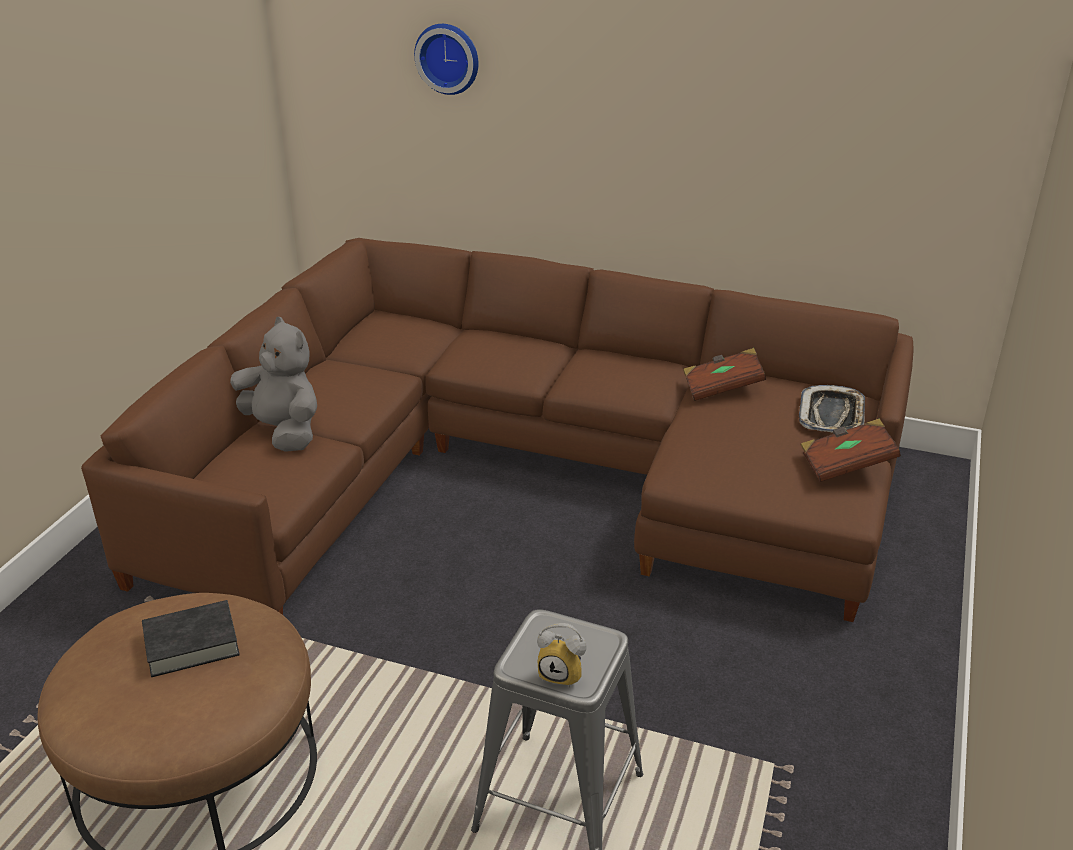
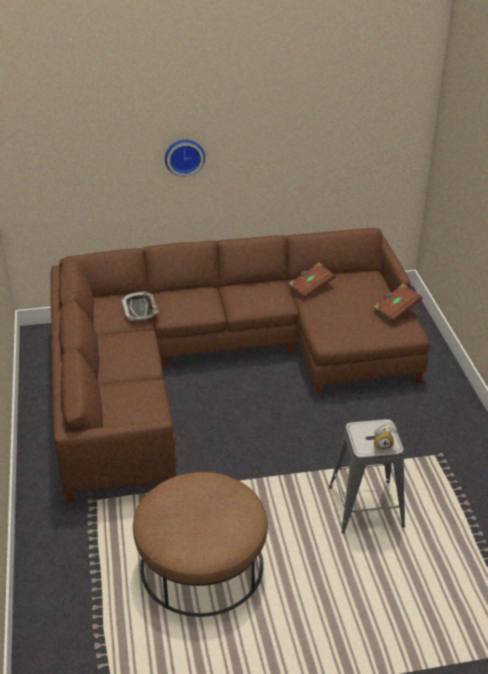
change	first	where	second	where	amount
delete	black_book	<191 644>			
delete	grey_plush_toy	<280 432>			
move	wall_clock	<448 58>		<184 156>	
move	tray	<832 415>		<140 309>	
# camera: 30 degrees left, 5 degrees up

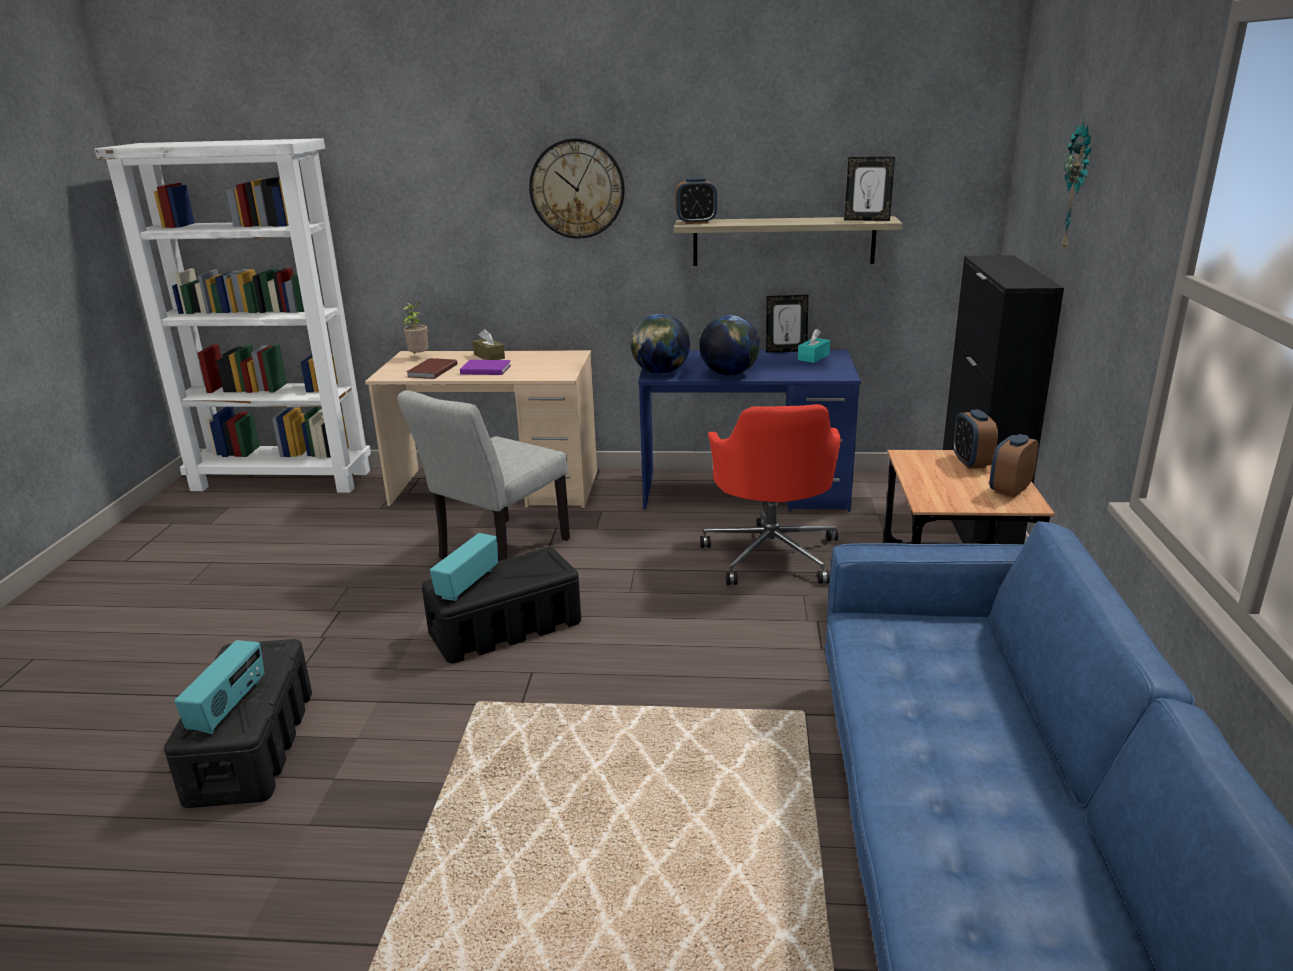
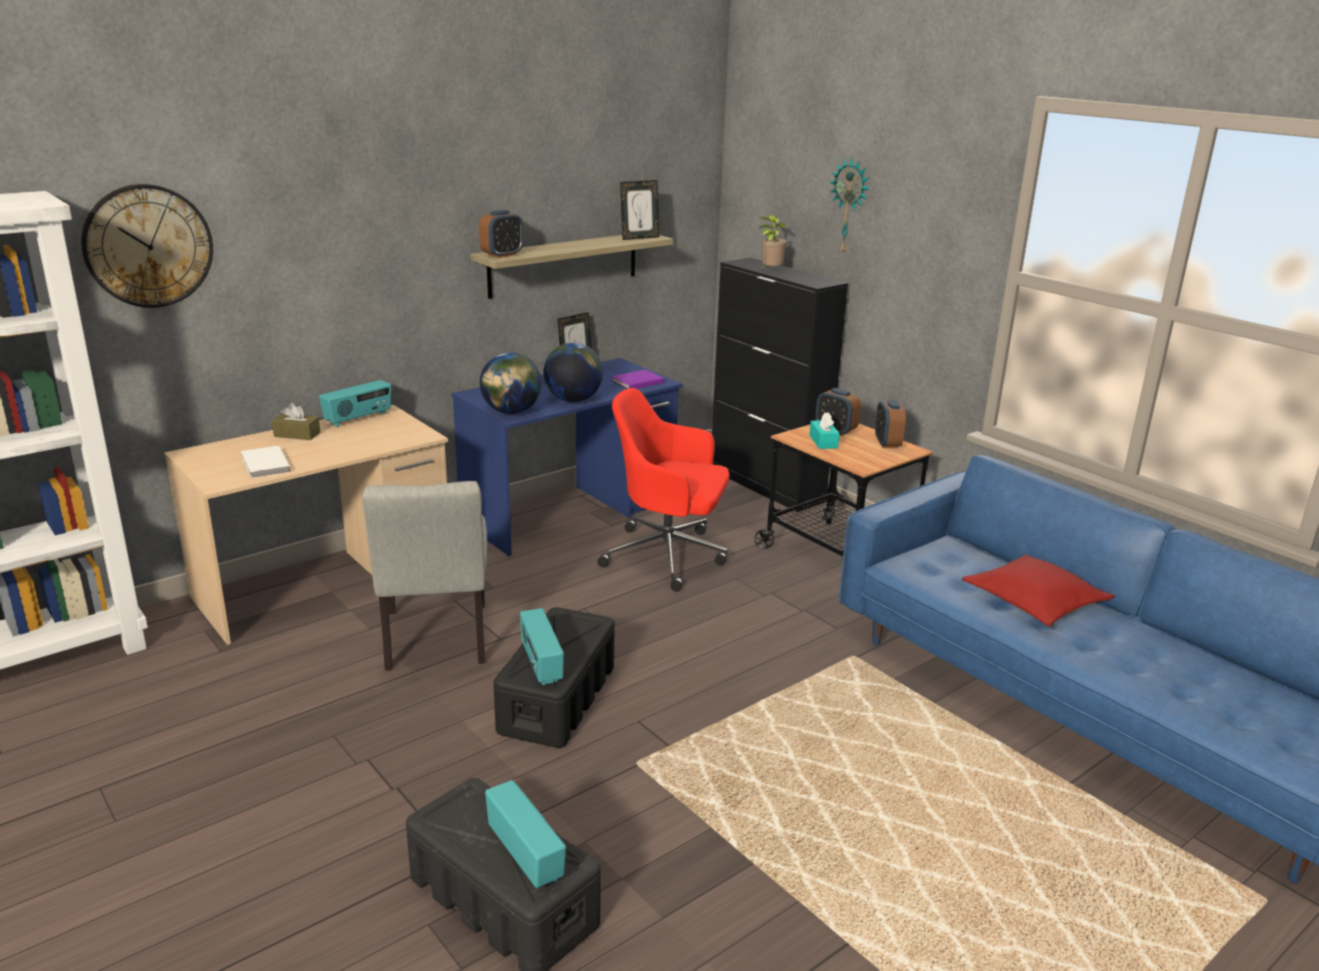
change	first	where	second	where	amount
move	potted_plant	<419 357>		<770 272>	
recolor	brown_book	<431 371>	white_book	<264 465>	
move	purple_book	<485 369>		<636 382>	
move	wall_clock	<577 189>		<148 246>	
rotate	red_office_chair	<771 554>		<668 556>	150 degrees clockwise
move	turquoise_tissue_box	<813 357>		<823 442>	
insert			radio	<358 419>	
insert			red_pillow	<1034 602>	
# camera: 45 degrees left, 0 degrees up

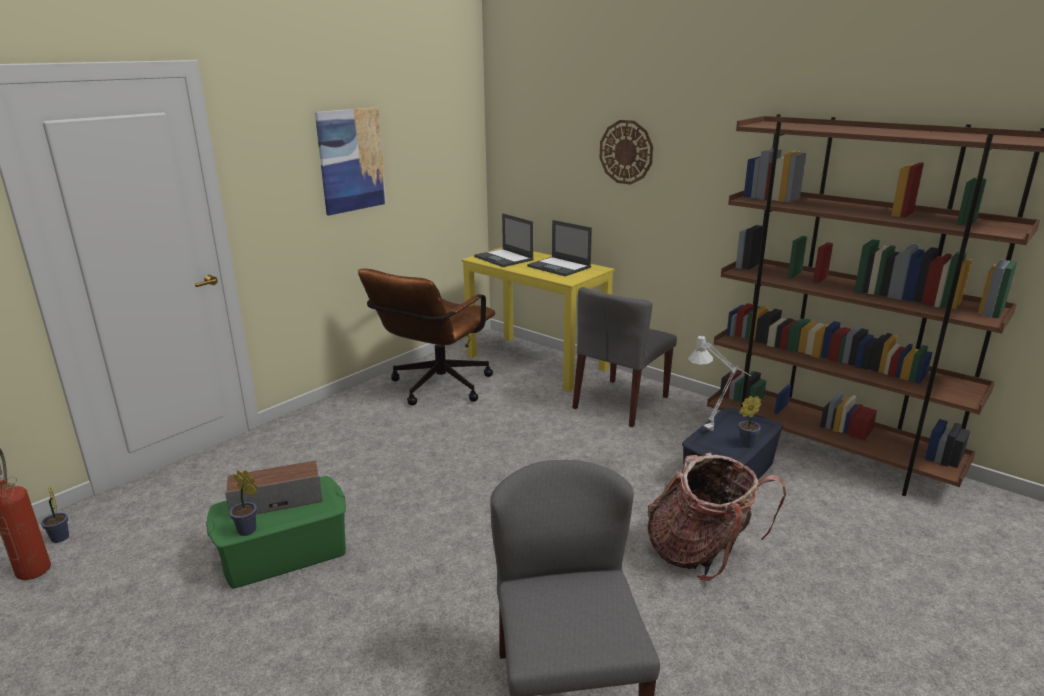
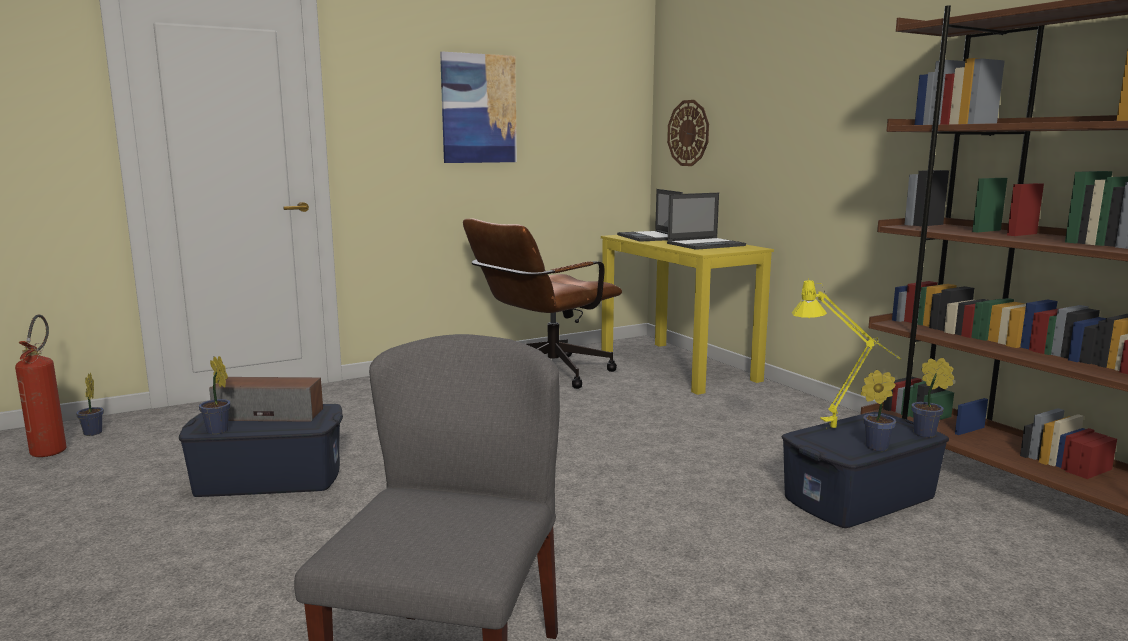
change	first	where	second	where	amount
recolor	green_storage_box	<284 552>	blue_storage_box	<269 478>	
rotate	laptop	<559 267>		<706 244>	90 degrees counterclockwise
delete	grey_chair	<621 403>			
move	wall_clock	<626 152>		<688 133>	
delete	backpack	<702 553>			
recolor	grey_table_lamp	<715 430>	yellow_table_lamp	<840 428>	
insert			potted_plant	<927 434>	
# camera: 20 degrees right, 10 degrees down

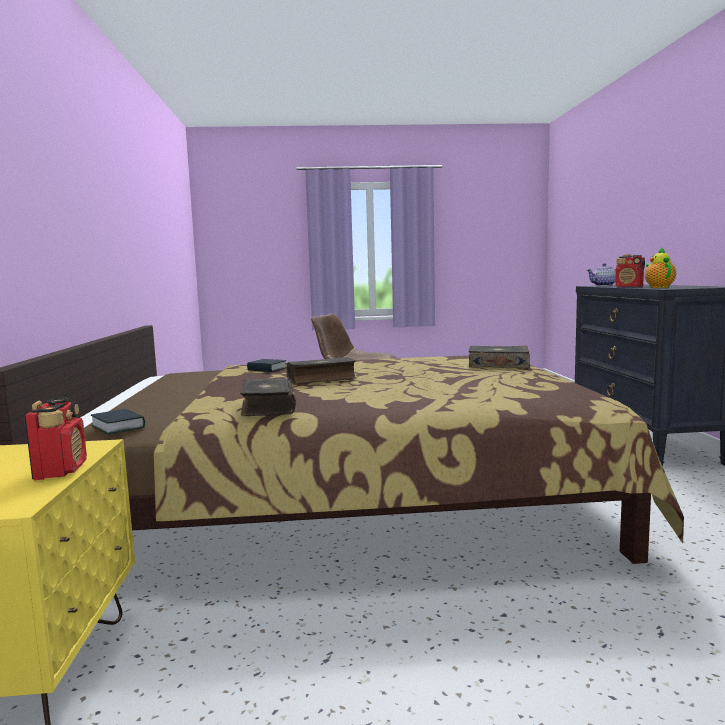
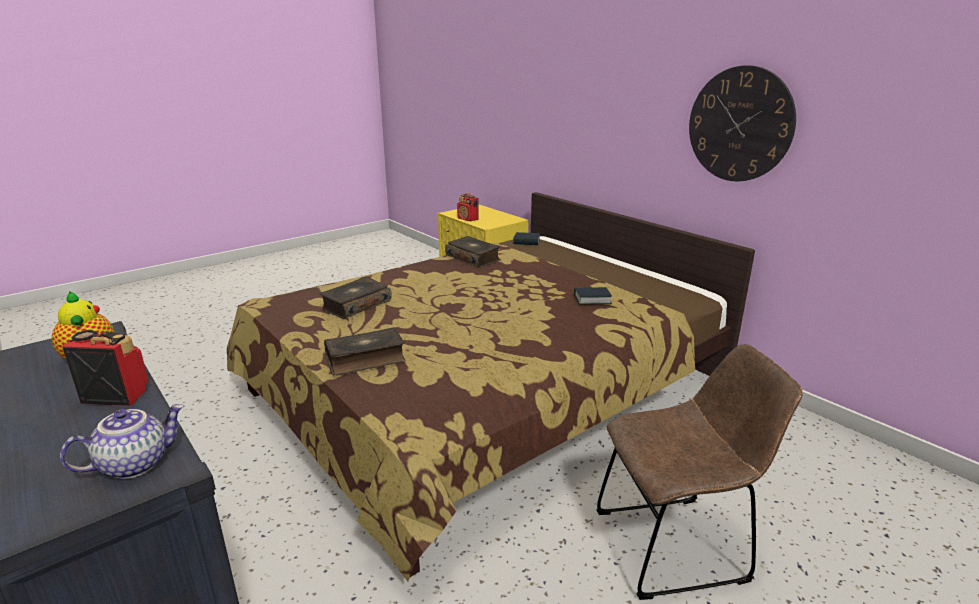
change	first	where	second	where	amount
move	book	<321 379>		<356 305>	
insert			wall_clock	<739 124>	
# camera: 145 degrees right, 15 degrees up

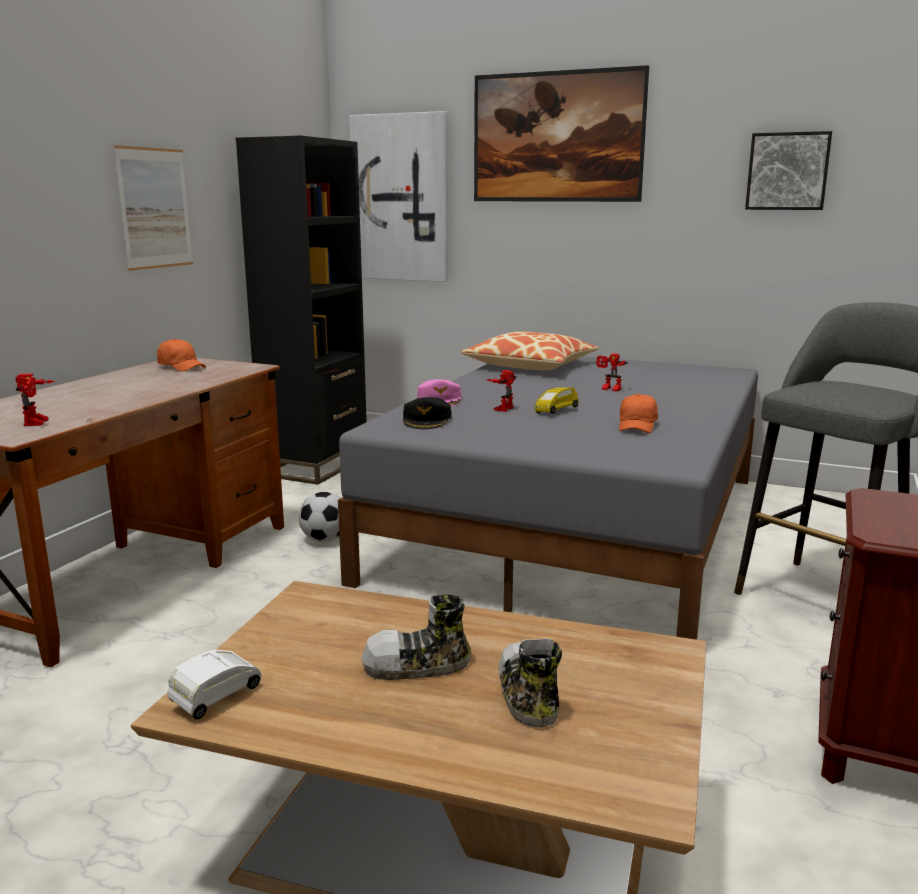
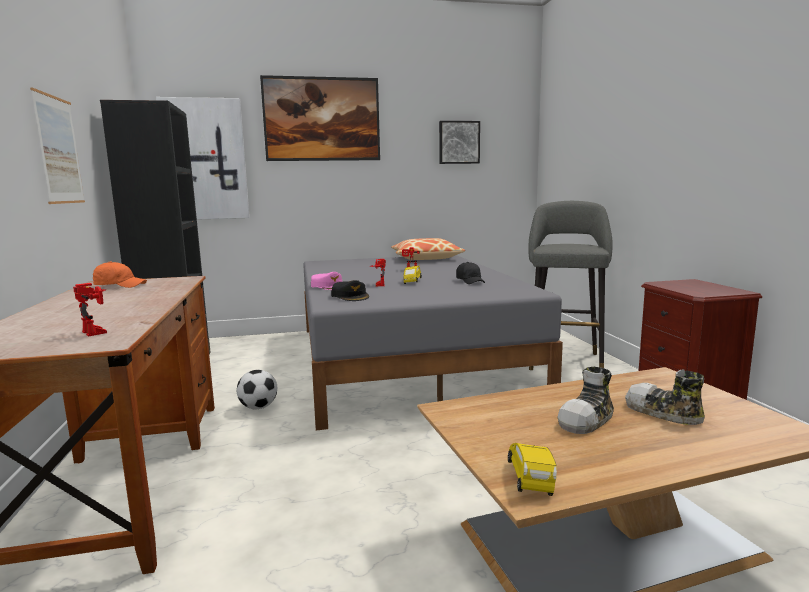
change	first	where	second	where	amount
recolor	white_toy_car	<217 698>	yellow_toy_car	<531 480>	
move	pillow	<530 366>		<426 258>	
recolor	orange_cap	<637 426>	black_cap	<470 281>	
# camera: 35 degrees left, 5 degrees down

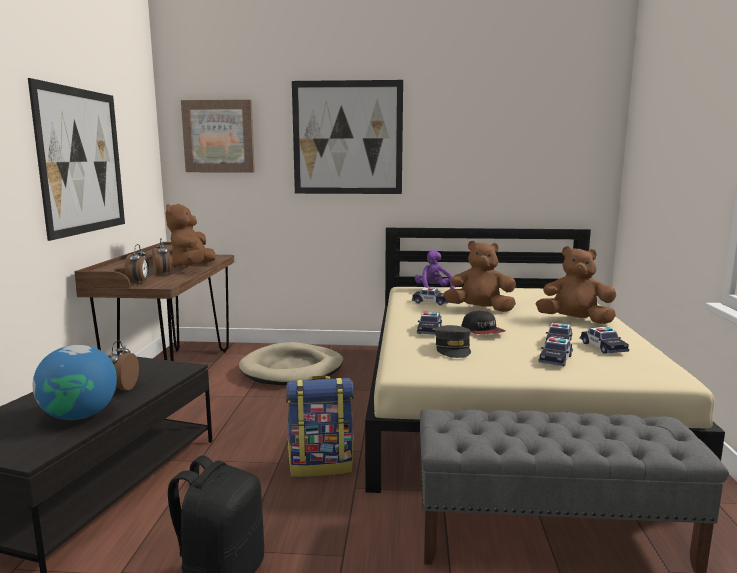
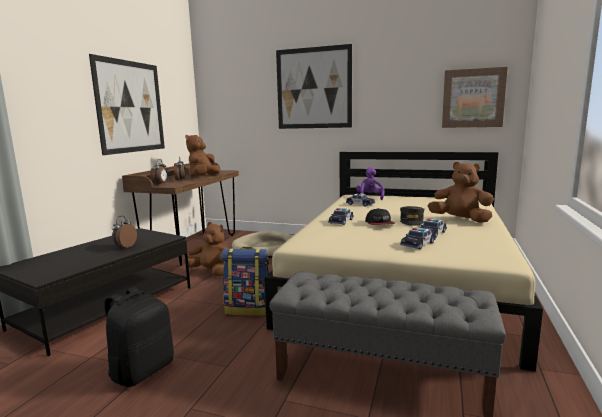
change	first	where	second	where	amount
delete	globe	<80 415>			
move	picture	<219 136>		<473 98>	
move	grey_cap	<453 349>		<412 221>	
move	brown_plush_toy	<480 309>		<211 272>	
delete	toy_car	<603 347>			
# camera: 15 degrees right, 0 degrees up

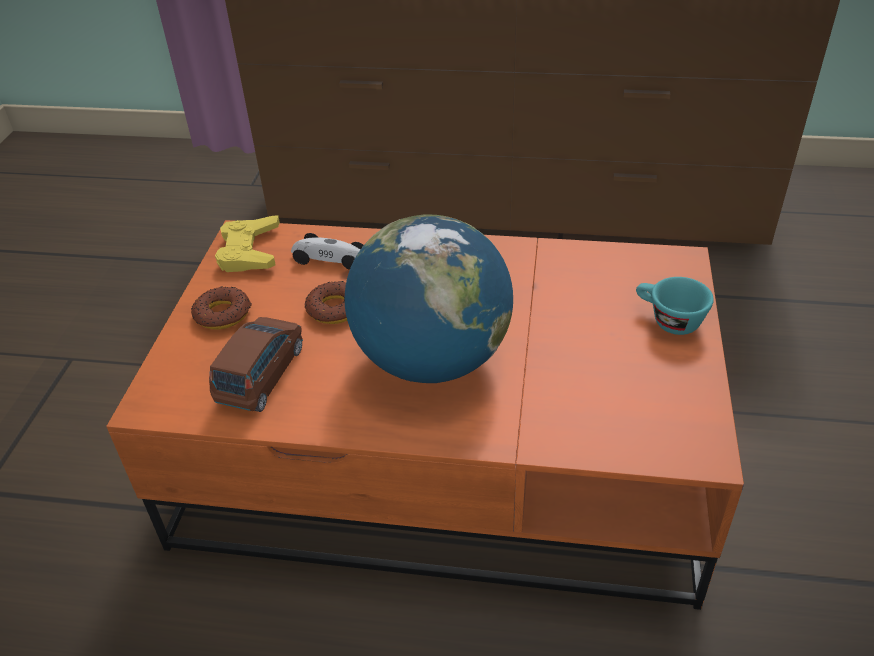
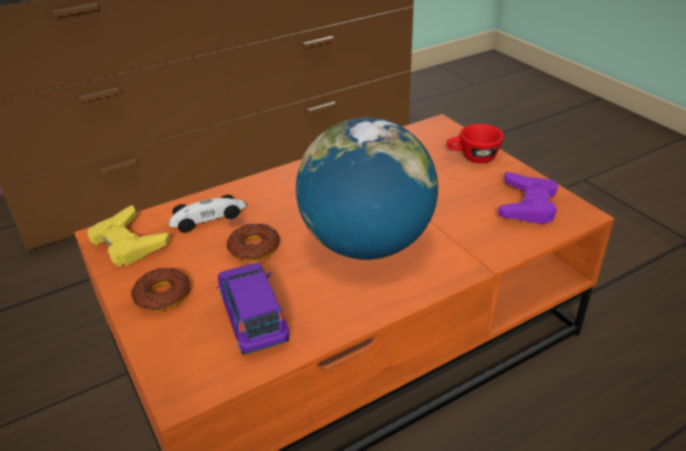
change	first	where	second	where	amount
recolor	brown_toy_car	<261 374>	purple_toy_car	<253 317>	
recolor	turquoise_cup	<668 320>	red_cup	<472 158>	
insert			purple_game_controller	<527 204>	
# camera: 40 degrees left, 5 degrees down

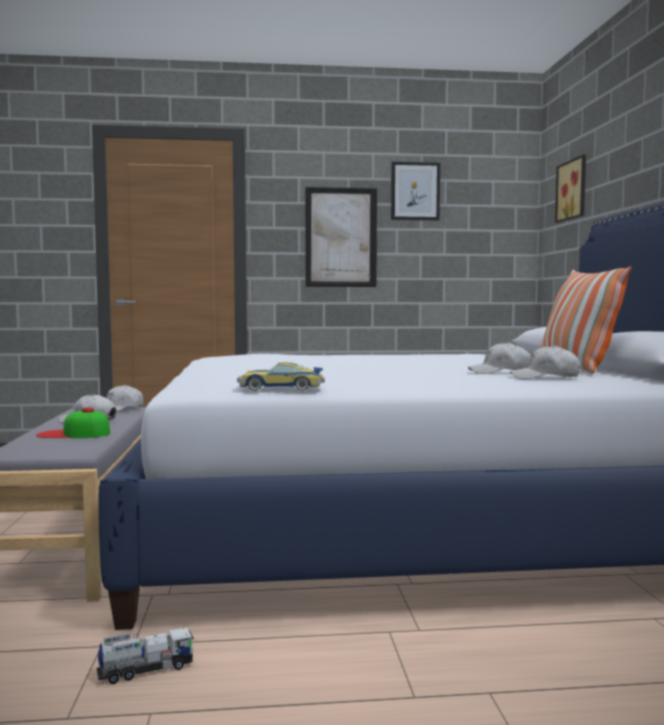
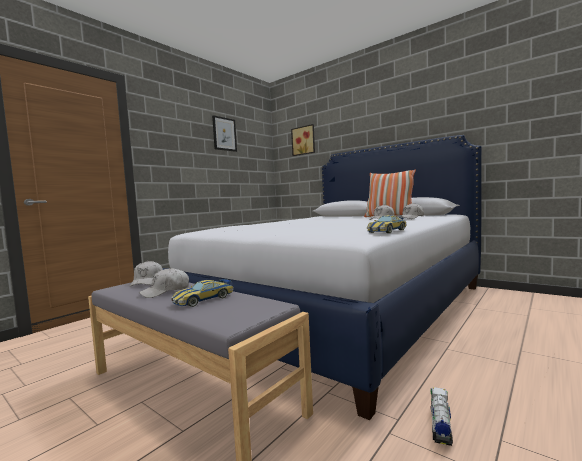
change	first	where	second	where	amount
replace	cap	<73 434>	toy_car	<204 299>	
delete	picture	<341 237>			
# camera: 45 degrees left, 0 degrees up

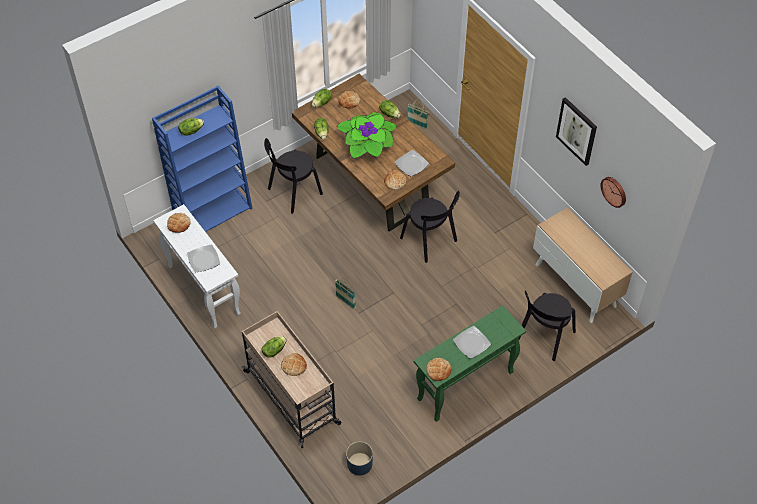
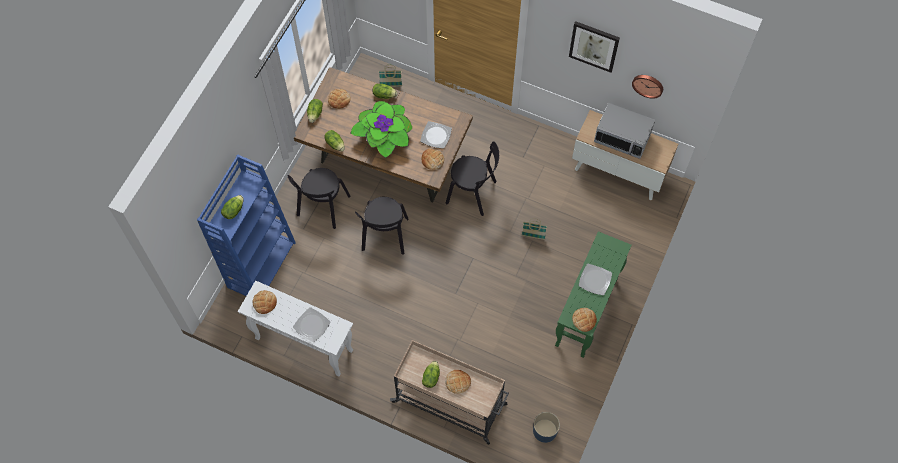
change	first	where	second	where	amount
move	basket	<345 302>		<533 236>	
move	black_chair	<544 337>		<384 237>	
insert			microwave	<622 138>	
# camera: 30 degrees left, 10 degrees up

